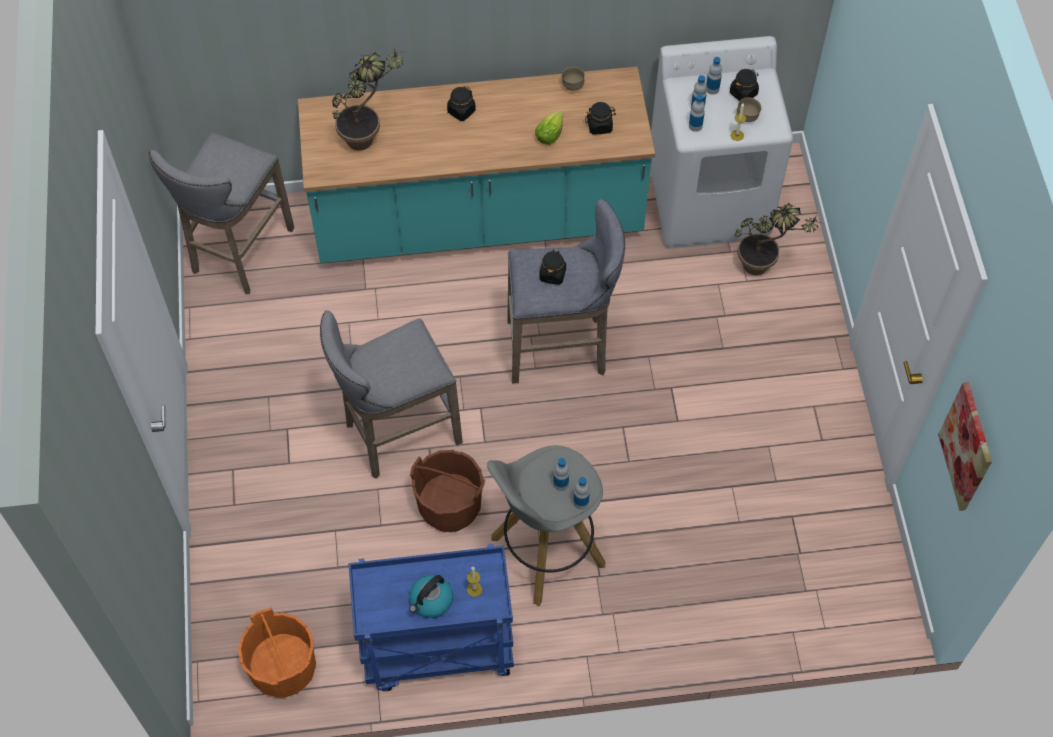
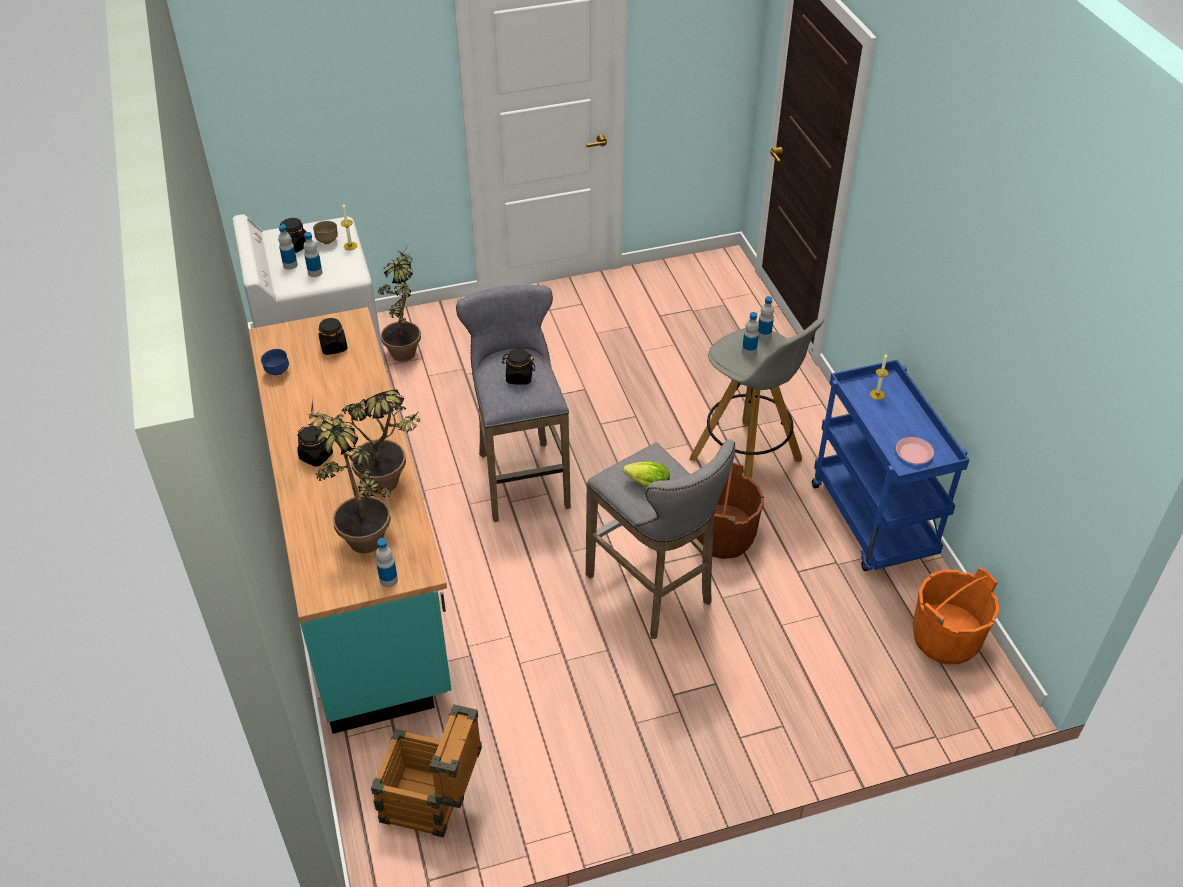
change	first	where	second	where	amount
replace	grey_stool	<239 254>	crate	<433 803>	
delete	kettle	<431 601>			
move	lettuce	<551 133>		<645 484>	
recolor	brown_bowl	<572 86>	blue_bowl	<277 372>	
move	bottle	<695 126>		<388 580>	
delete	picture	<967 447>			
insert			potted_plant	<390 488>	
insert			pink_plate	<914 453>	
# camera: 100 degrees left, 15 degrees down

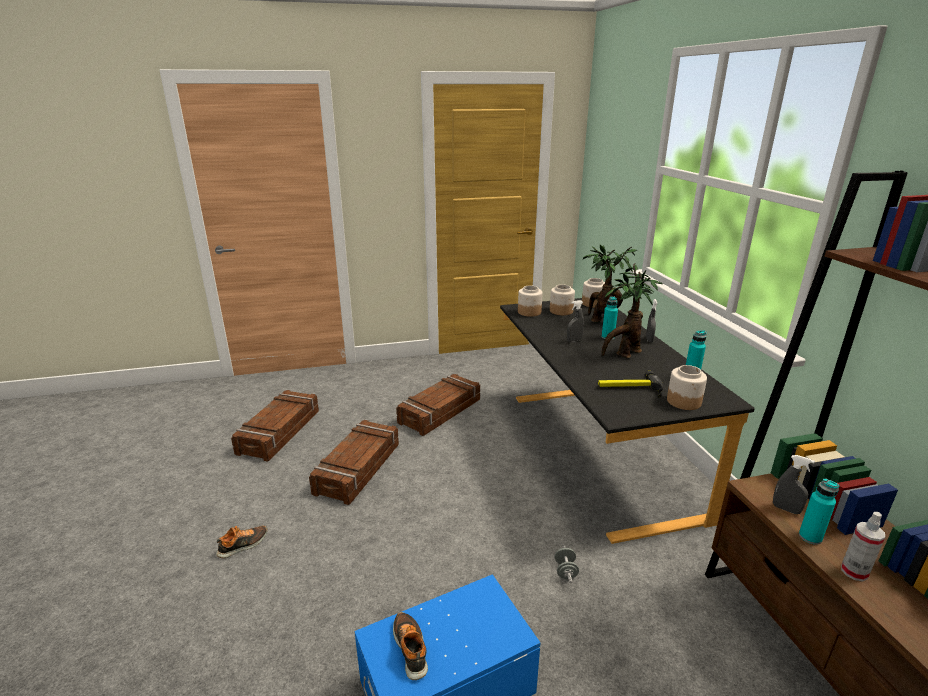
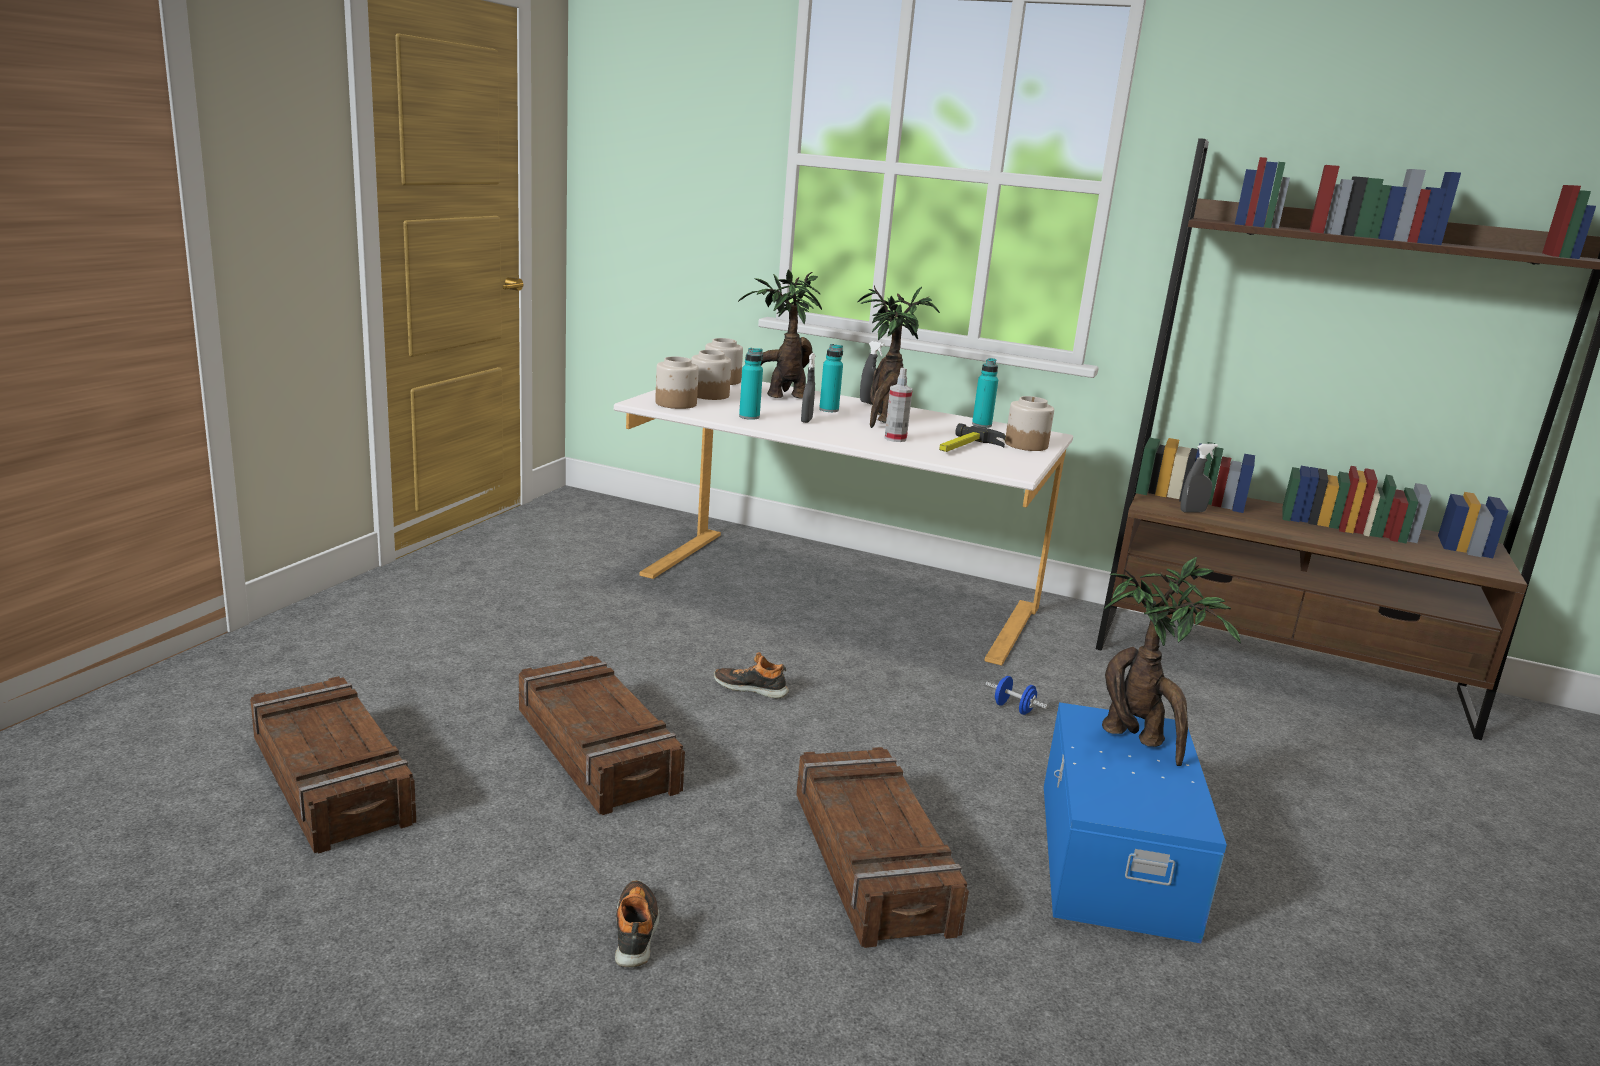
change	first	where	second	where	amount
move	shoe	<411 648>		<751 688>	
move	crate	<440 411>		<873 860>	
recolor	black_desk	<592 450>	white_desk	<831 594>	
recolor	grey_dumbbell	<565 571>	blue_dumbbell	<1013 708>	
move	turquoise_bottle	<810 537>		<749 417>	
move	spray_bottle	<854 572>		<895 439>	
insert			potted_plant	<1139 740>	
# camera: 55 degrees left, 5 degrees down

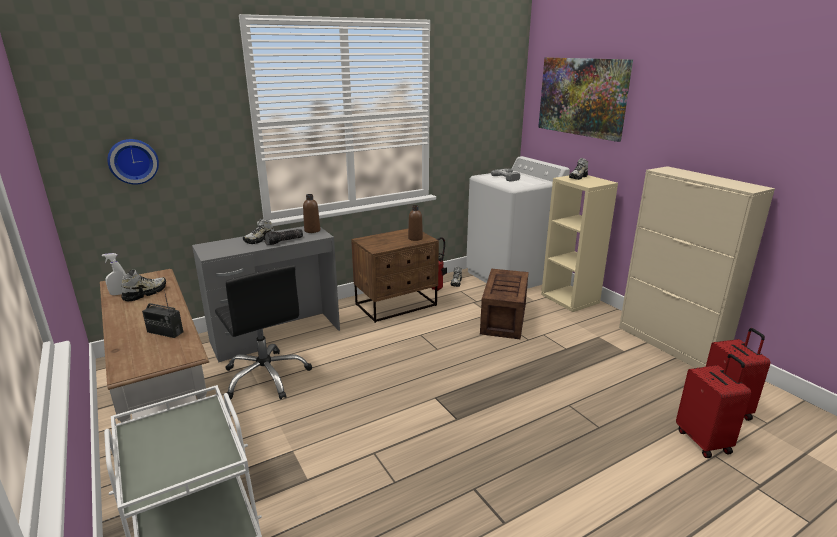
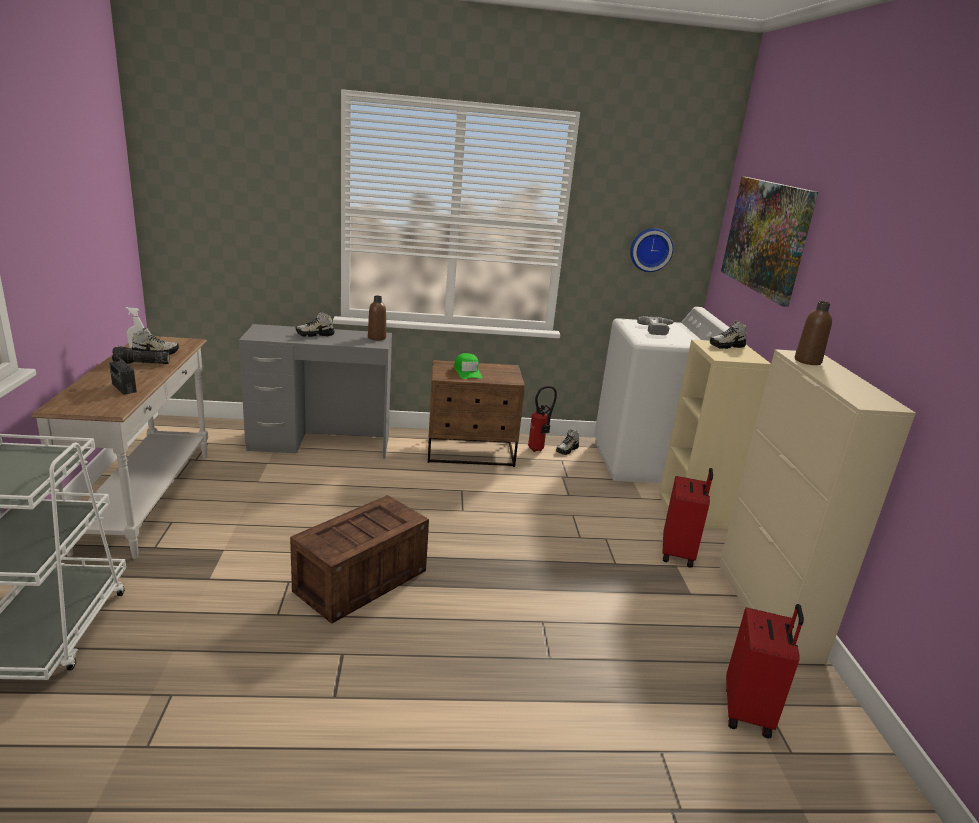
change	first	where	second	where	amount
move	wall_clock	<133 161>		<650 249>	
delete	black_office_chair	<266 376>			
move	flashlight	<284 241>		<141 364>	
move	brown_bottle	<415 238>		<807 361>	
move	crate	<503 318>		<362 579>	
move	red_suitcase	<704 441>		<678 553>	
insert			green_cap	<467 372>	
# camera: 25 degrees right, 0 degrees up

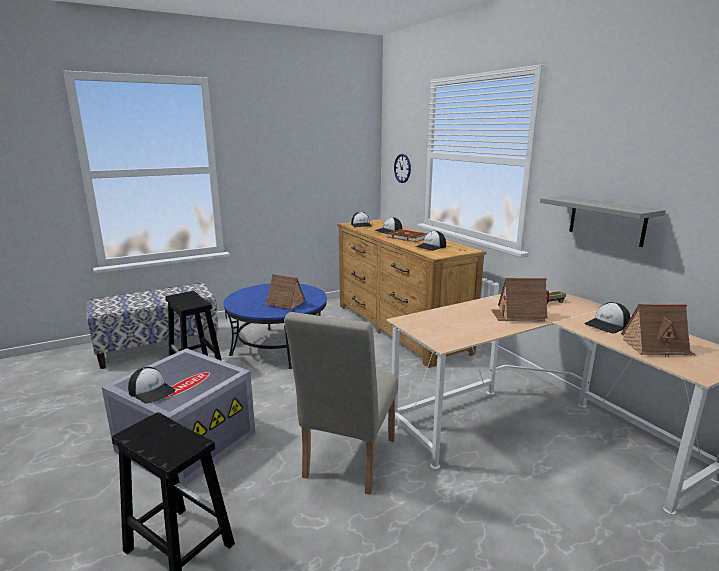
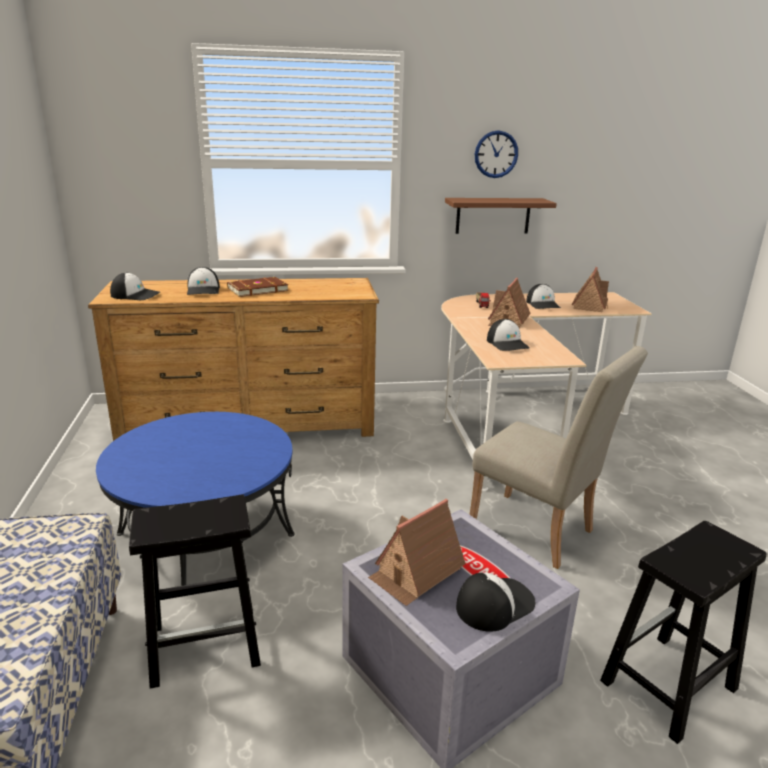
change	first	where	second	where	amount
move	toy_house	<284 303>		<416 572>	
move	wall_clock	<402 168>		<496 154>	
move	cap	<431 247>		<507 343>	
recolor	grey_shelf	<606 220>	brown_shelf	<493 215>	
# camera: 70 degrees left, 5 degrees up

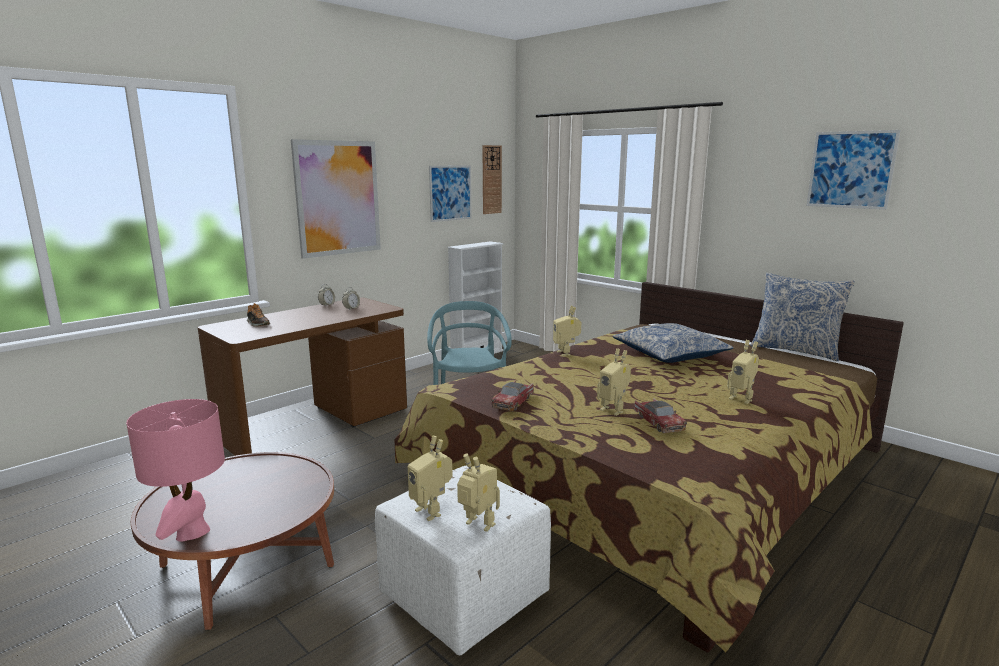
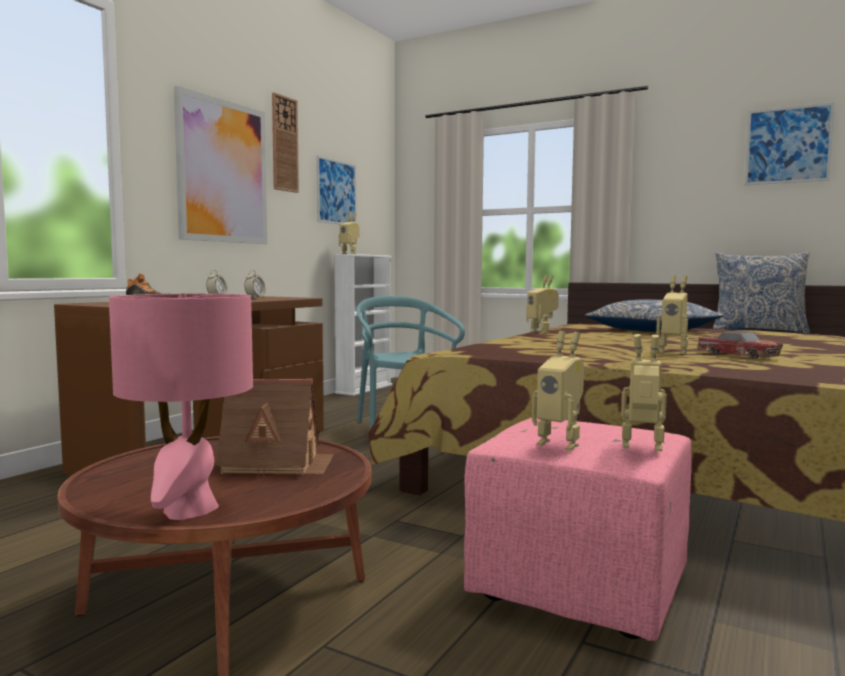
change	first	where	second	where	amount
recolor	white_ottoman	<466 597>	pink_ottoman	<582 586>	
move	wall_clock	<491 179>		<284 144>	
delete	toy_car	<513 401>			
move	toy_robot	<741 398>		<350 254>	
insert			toy_house	<277 464>	
# camera: 15 degrees left, 10 degrees down

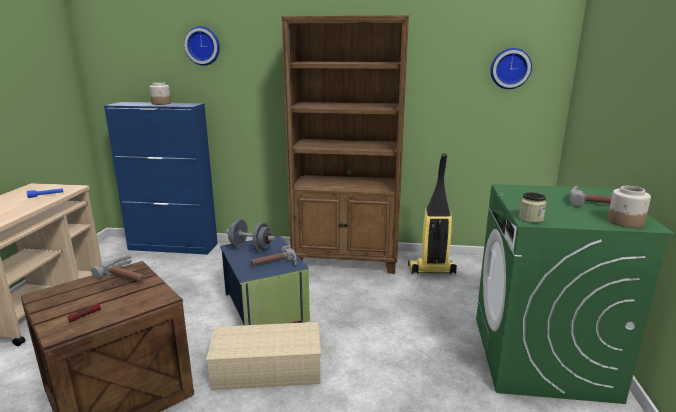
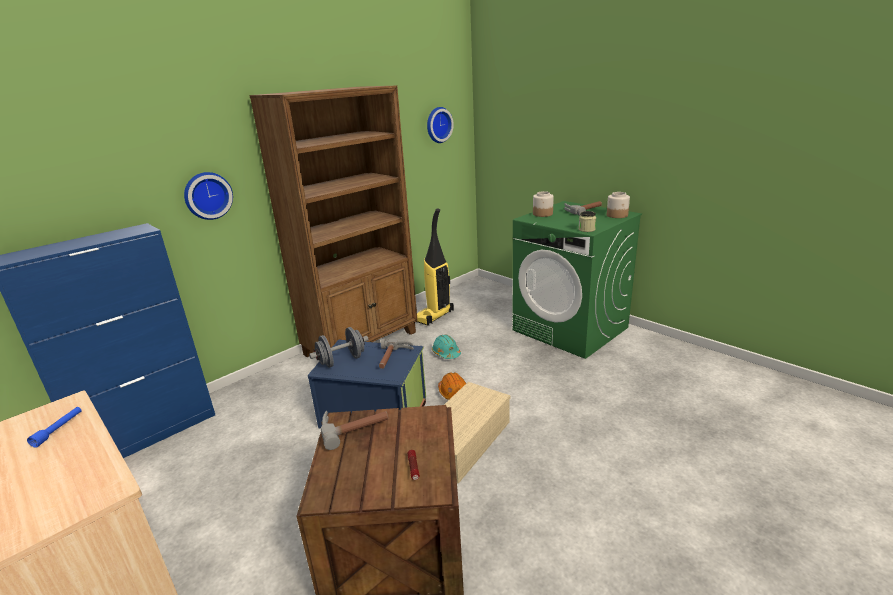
change	first	where	second	where	amount
move	jar	<161 103>		<543 214>	
move	wall_clock	<203 46>		<207 195>	
insert			turquoise_hard_hat	<446 353>	
insert			orange_hard_hat	<453 393>	
# camera: 50 degrees left, 5 degrees up

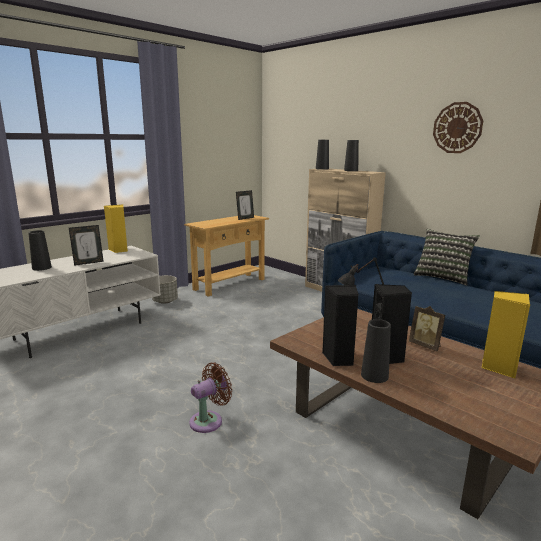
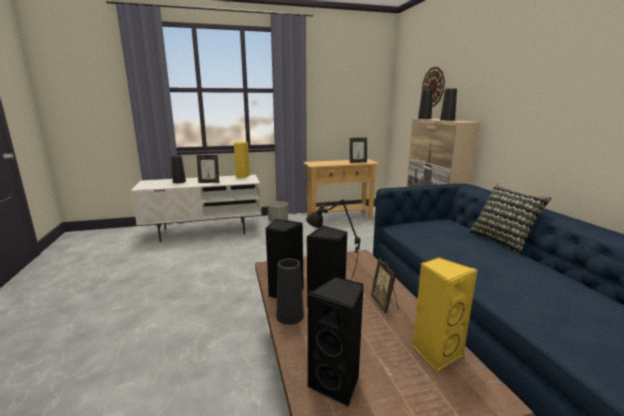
change	first	where	second	where	amount
delete	brown_fan	<209 420>			
move	wall_clock	<457 128>		<433 87>	
insert			black_speaker	<337 383>	
# camera: 30 degrees right, 0 degrees up

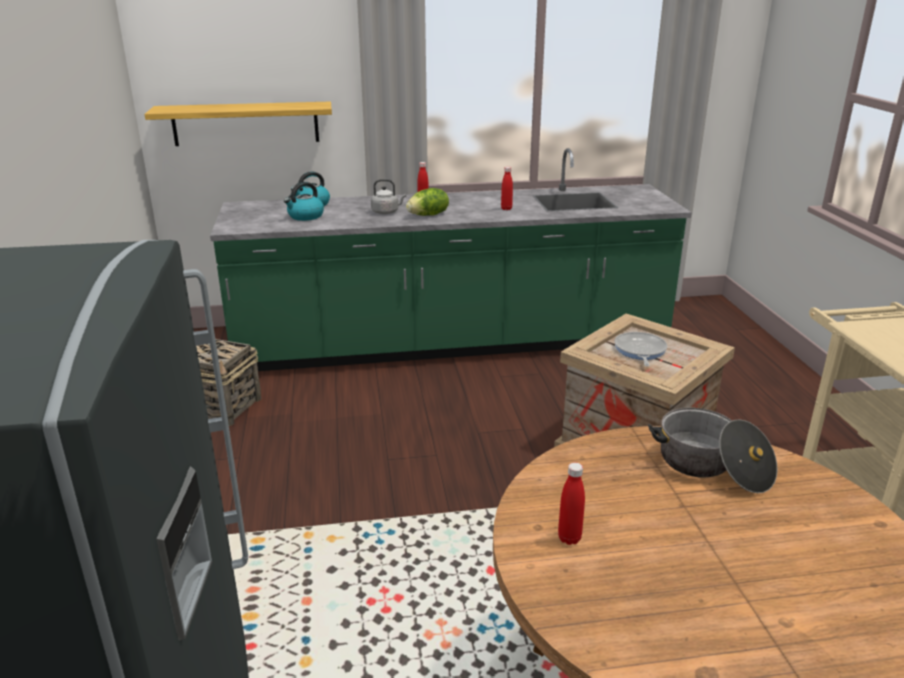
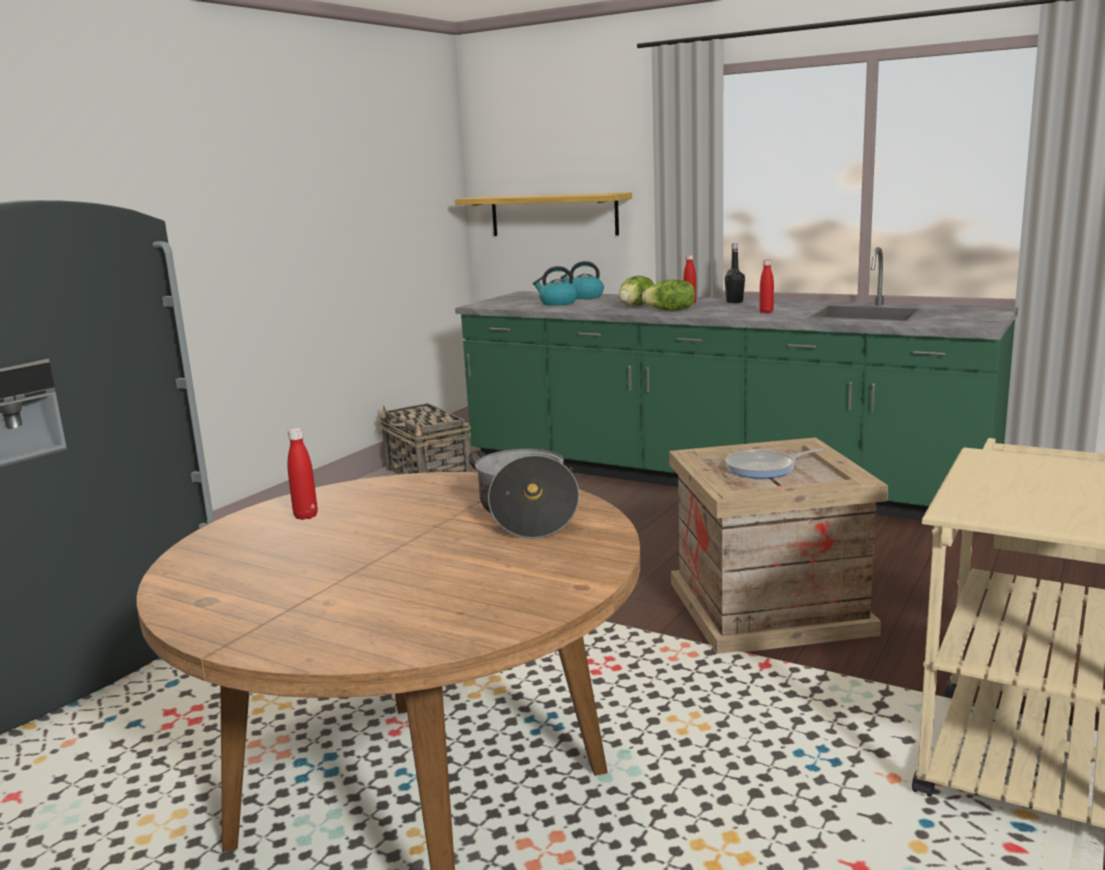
change	first	where	second	where	amount
replace	grey_kettle	<386 212>	lettuce	<637 306>	
rotate	frying_pan	<639 351>		<764 468>	150 degrees counterclockwise
insert			black_bottle	<734 302>	
# camera: 40 degrees right, 10 degrees down

